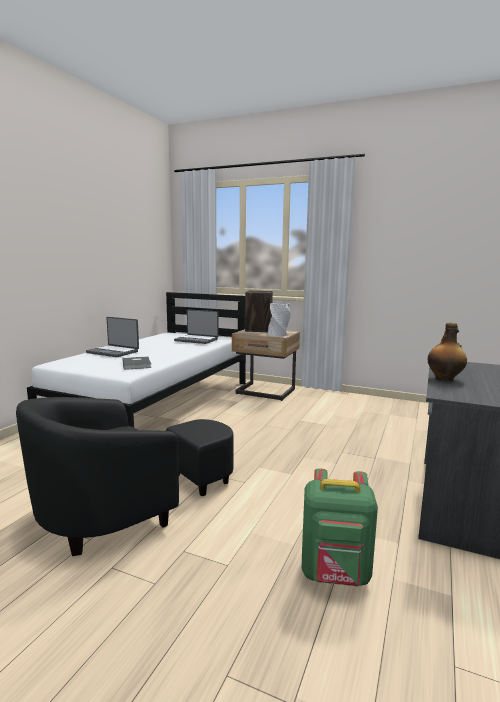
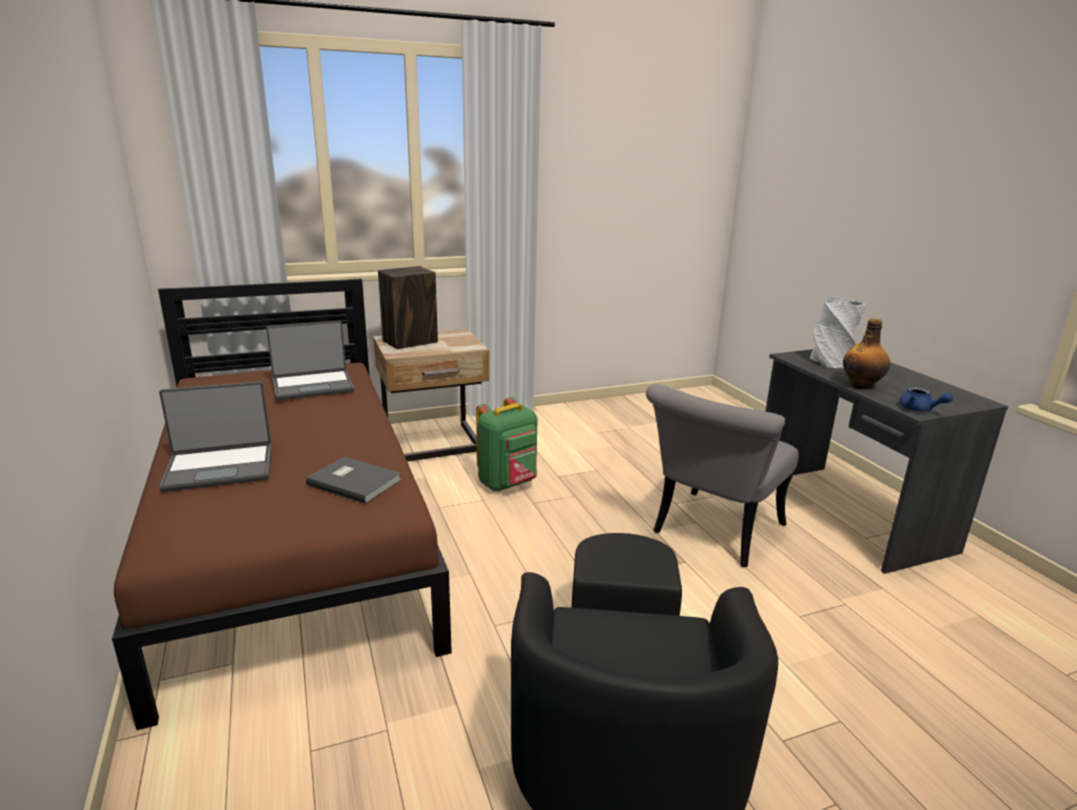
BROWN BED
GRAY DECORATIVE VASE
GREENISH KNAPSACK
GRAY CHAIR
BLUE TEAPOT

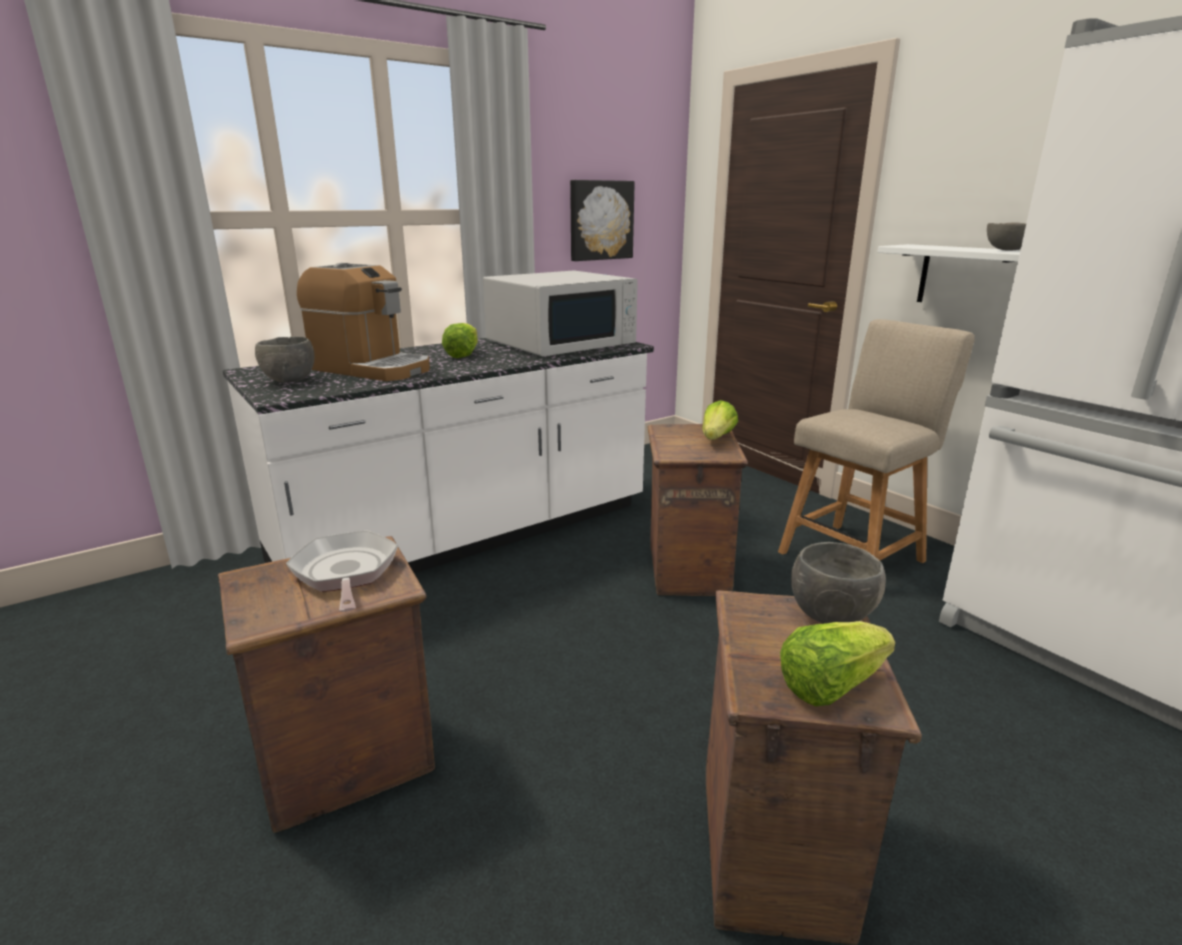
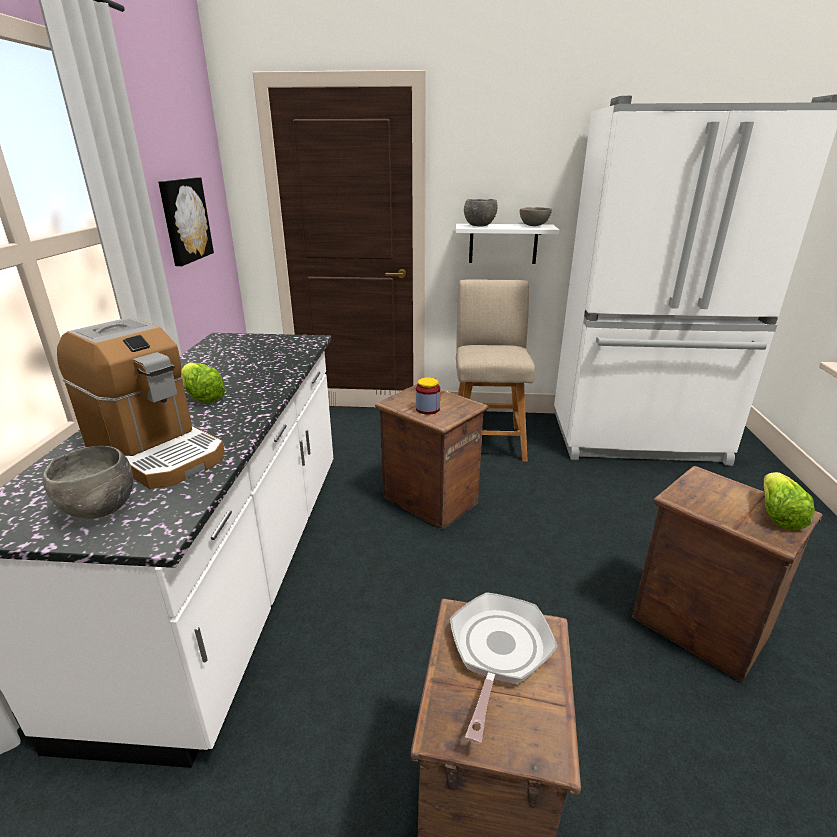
COFFEE MAKER
WHITISH KITCHEN MICROWAVE
LETTUCE (no. 2 from left in the first image)
SKILLET
GRAY SERVING BOWL (no. 2 from left)
PRESERVE JAR

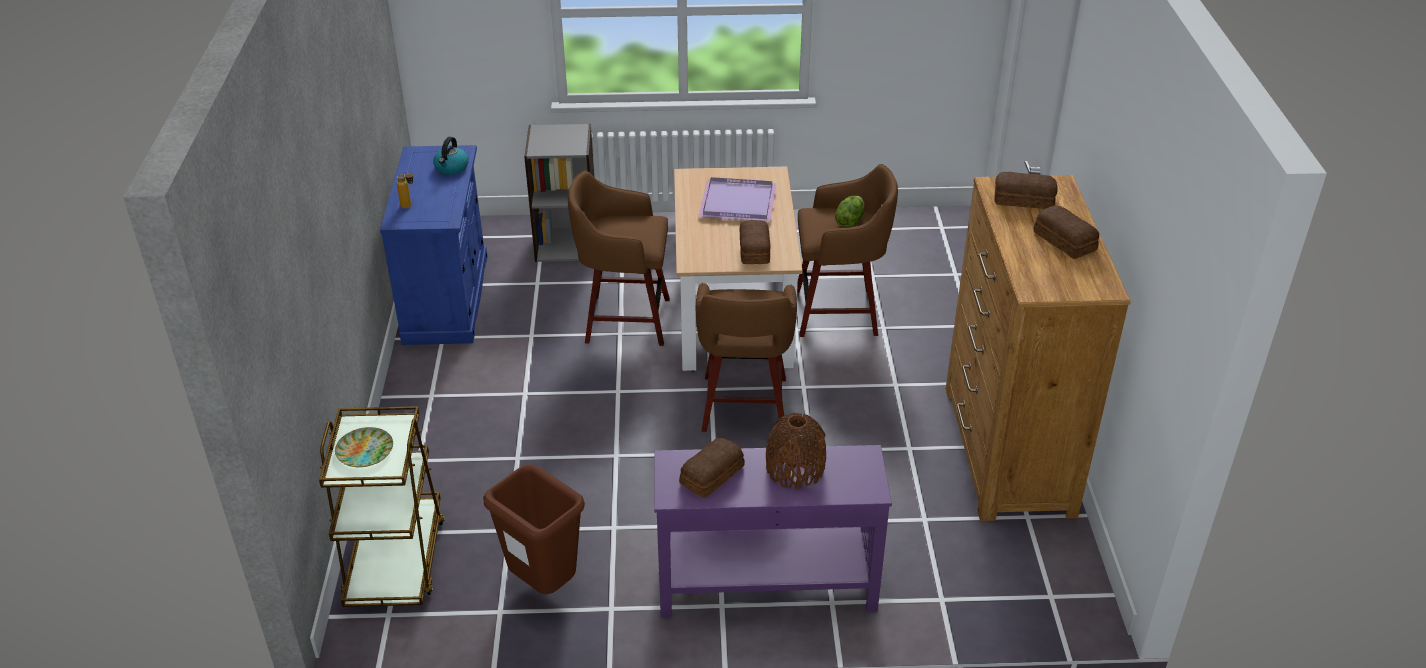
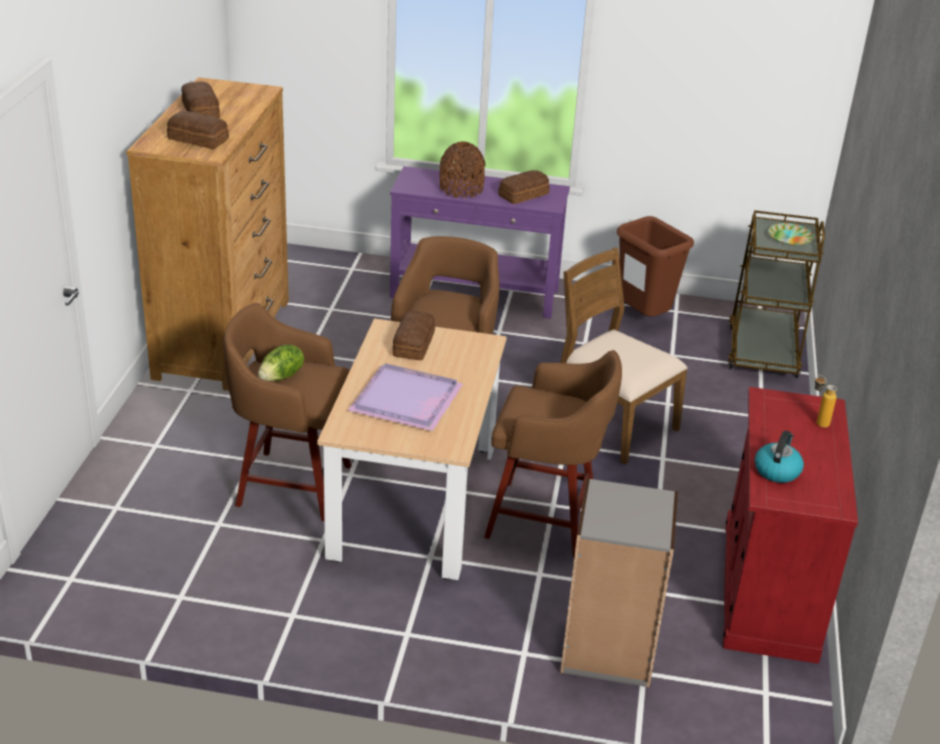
REDDISH CABINET
BROWN CHAIR

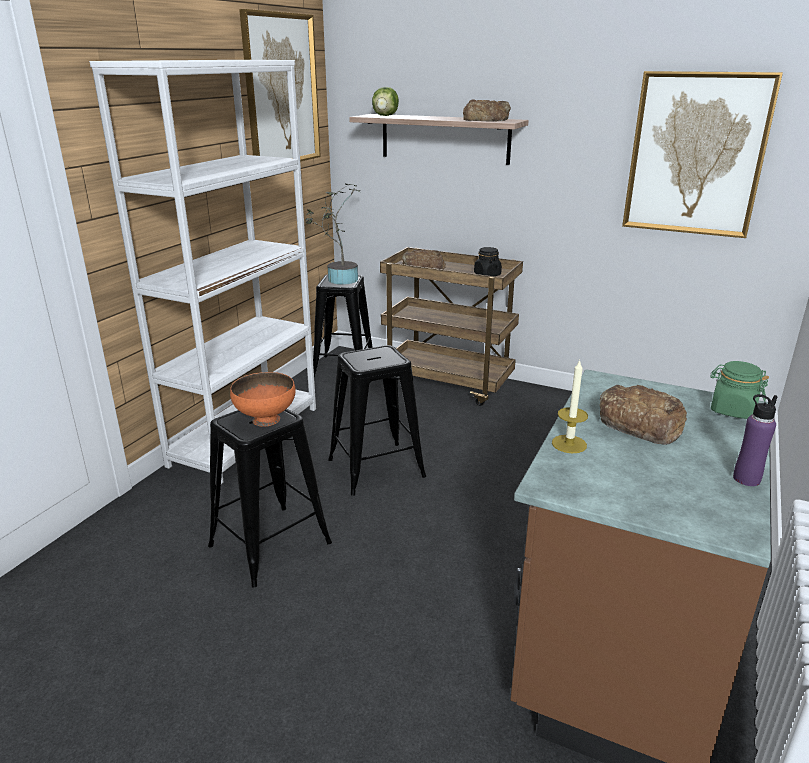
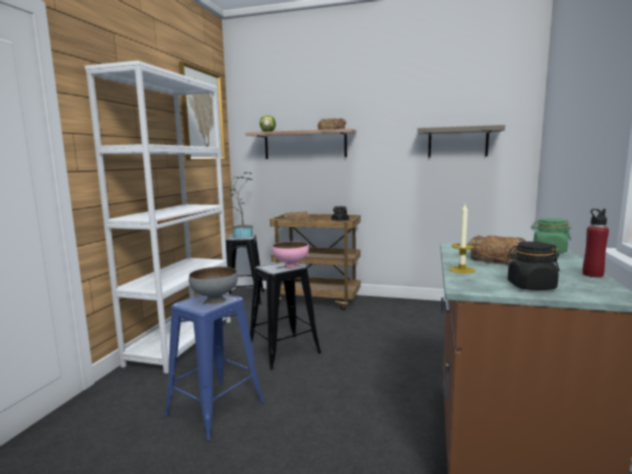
SHELF (no. 2 from left)
GRAY SERVING BOWL
REDDISH DRINK BOTTLE
BLUE SITTING STOOL
PINK-COLOURED SERVING BOWL
BLACK-COLOURED PRESERVE JAR (no. 2 from left)

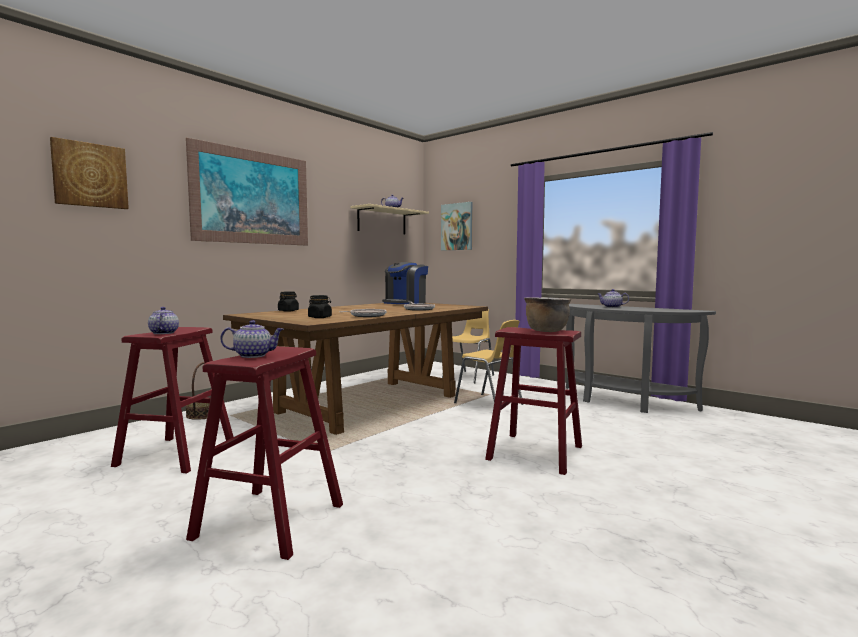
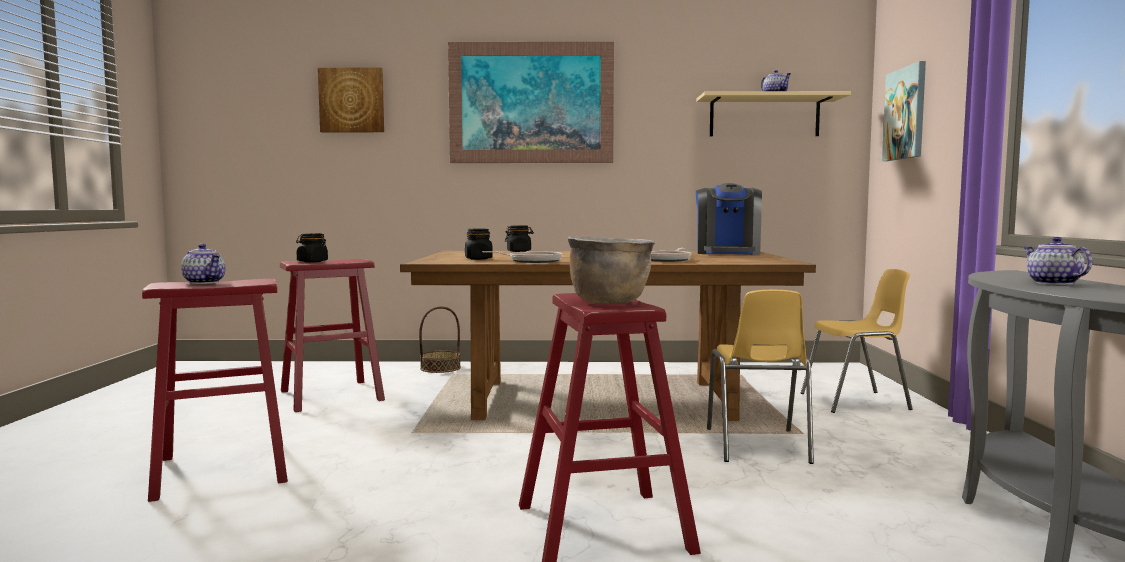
COFFEE MAKER
BLACK-COLOURED PRESERVE JAR (no. 1 from left)

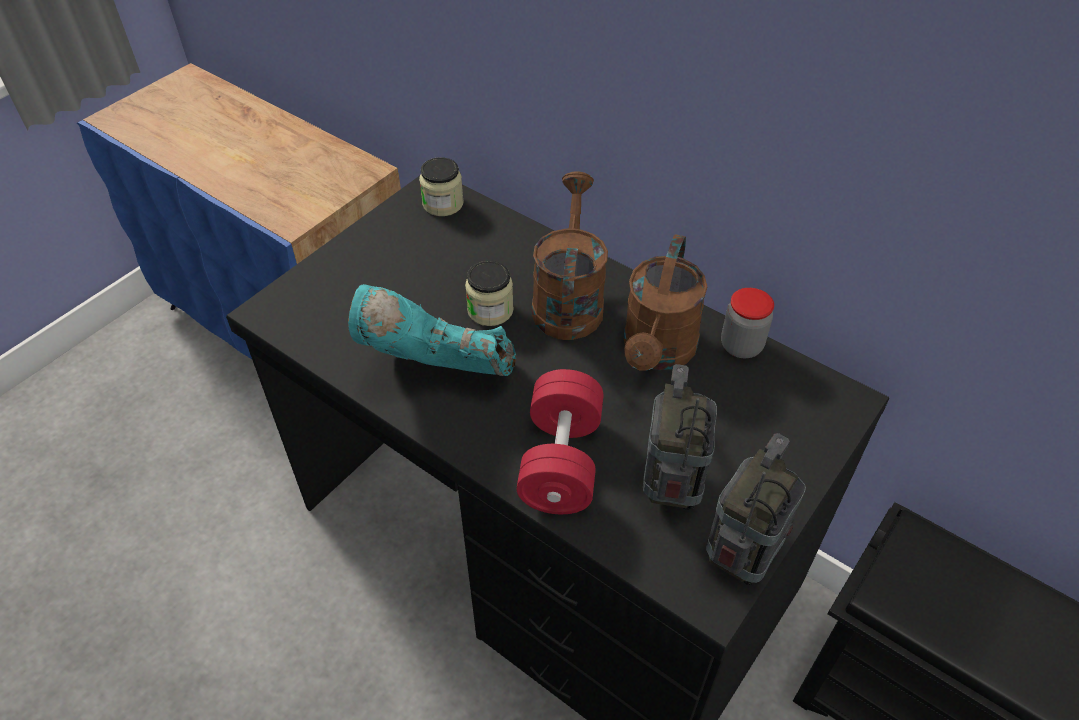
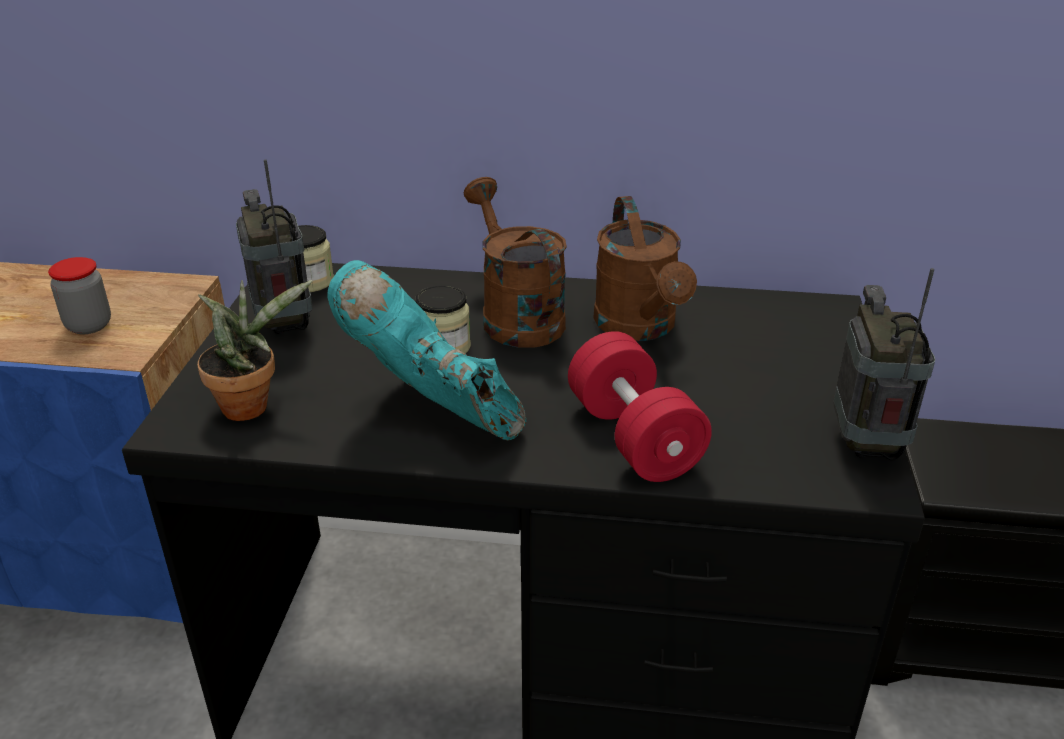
TURQUOISE-COLOURED TALL BOOT
PRESERVE JAR (no. 1 from left)
RADIO SET (no. 1 from left)
HOUSEPLANT

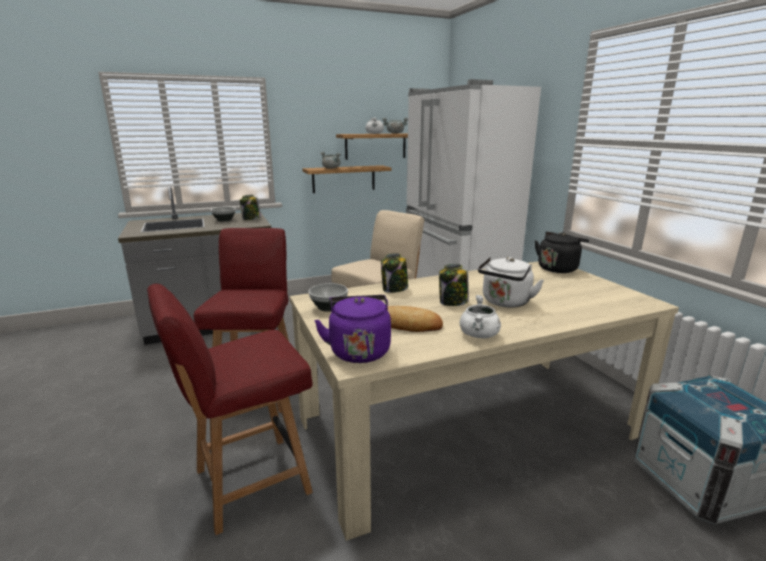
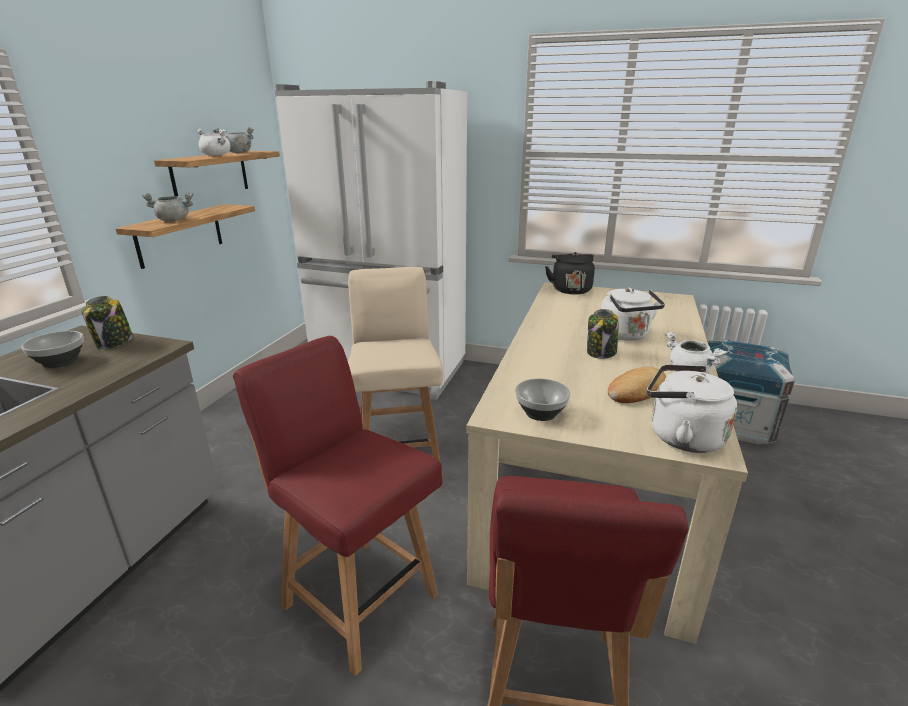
PRESERVE JAR (no. 2 from left in the first image)
WHITISH KETTLE (no. 2 from left)

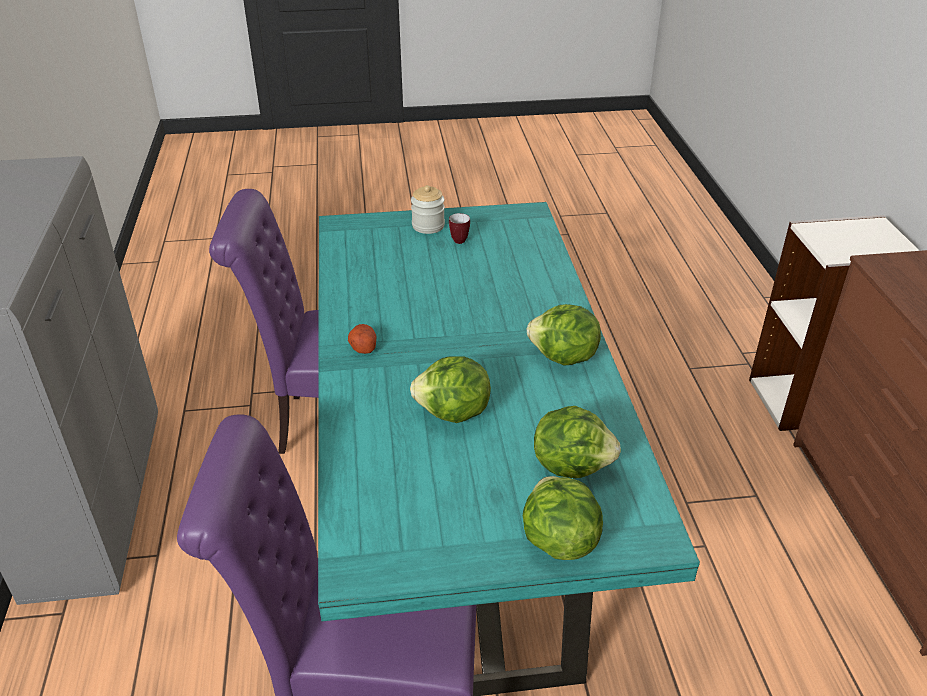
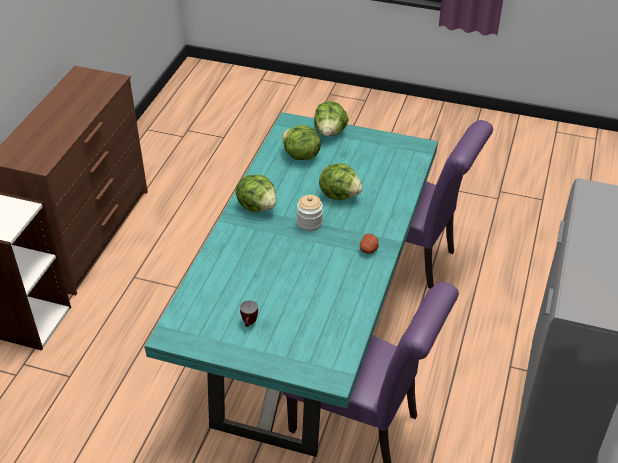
PRESERVE JAR

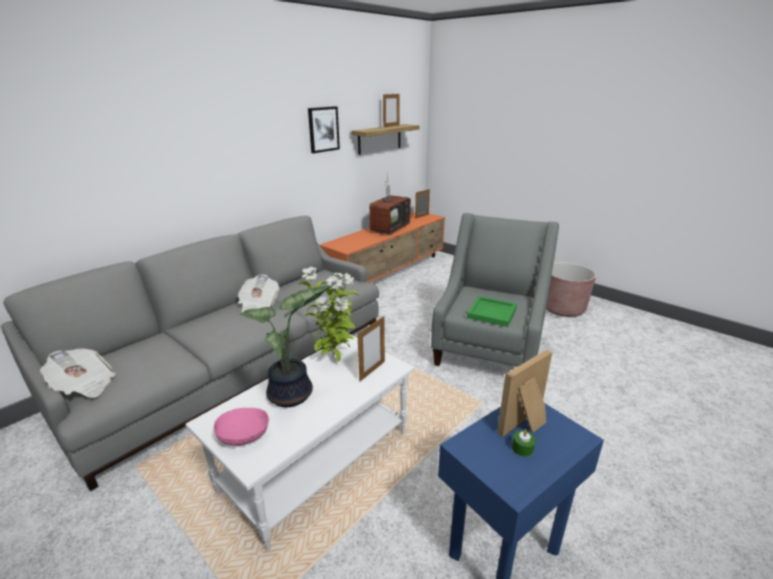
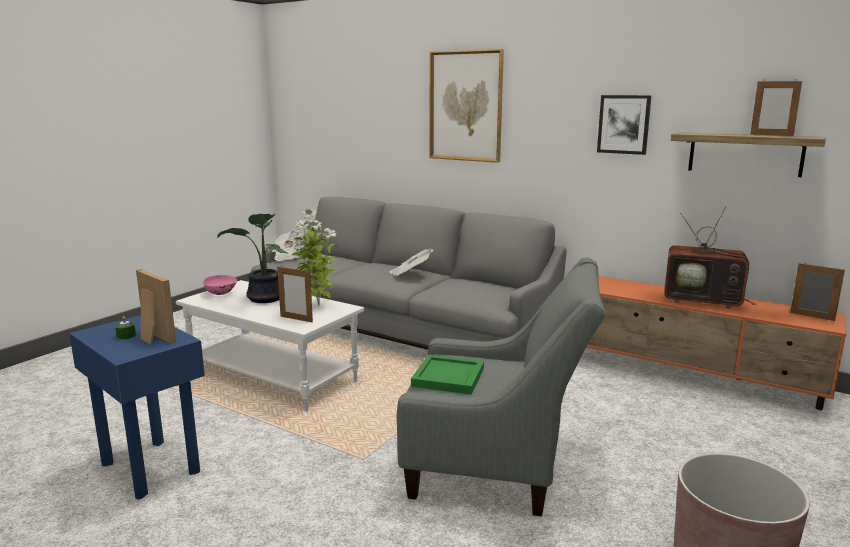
WALL ART (no. 1 from left)

